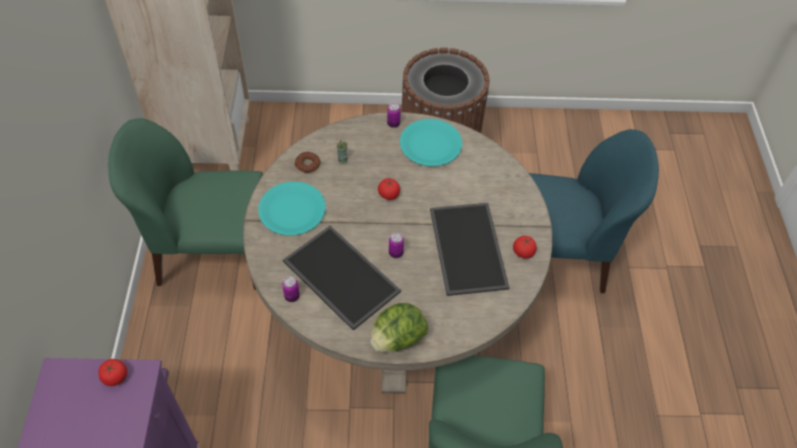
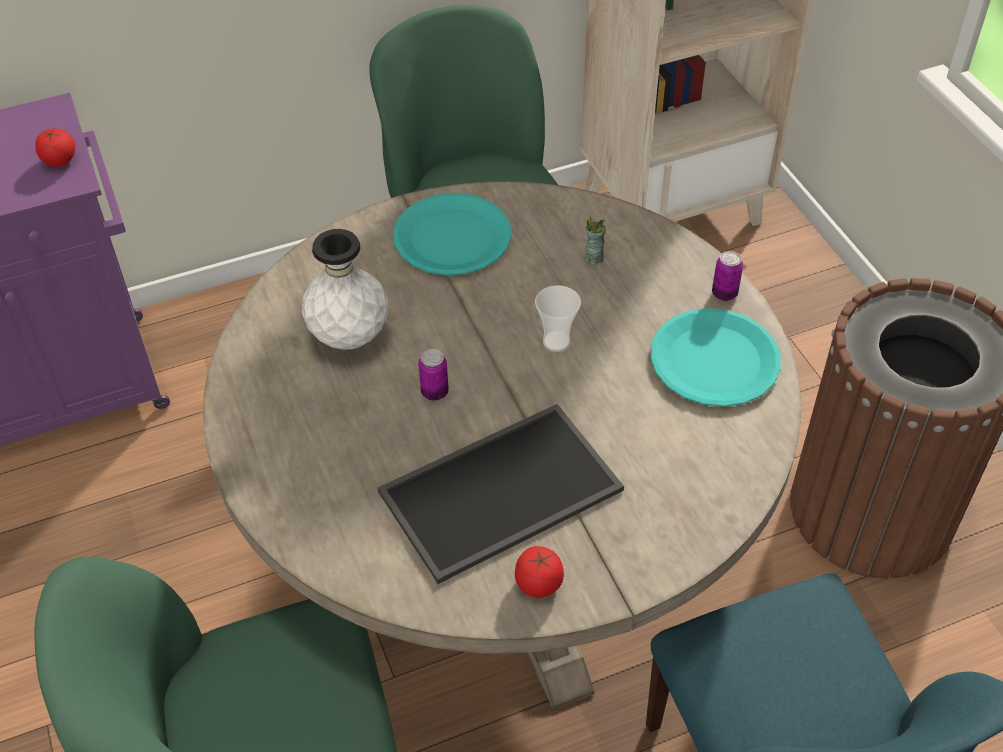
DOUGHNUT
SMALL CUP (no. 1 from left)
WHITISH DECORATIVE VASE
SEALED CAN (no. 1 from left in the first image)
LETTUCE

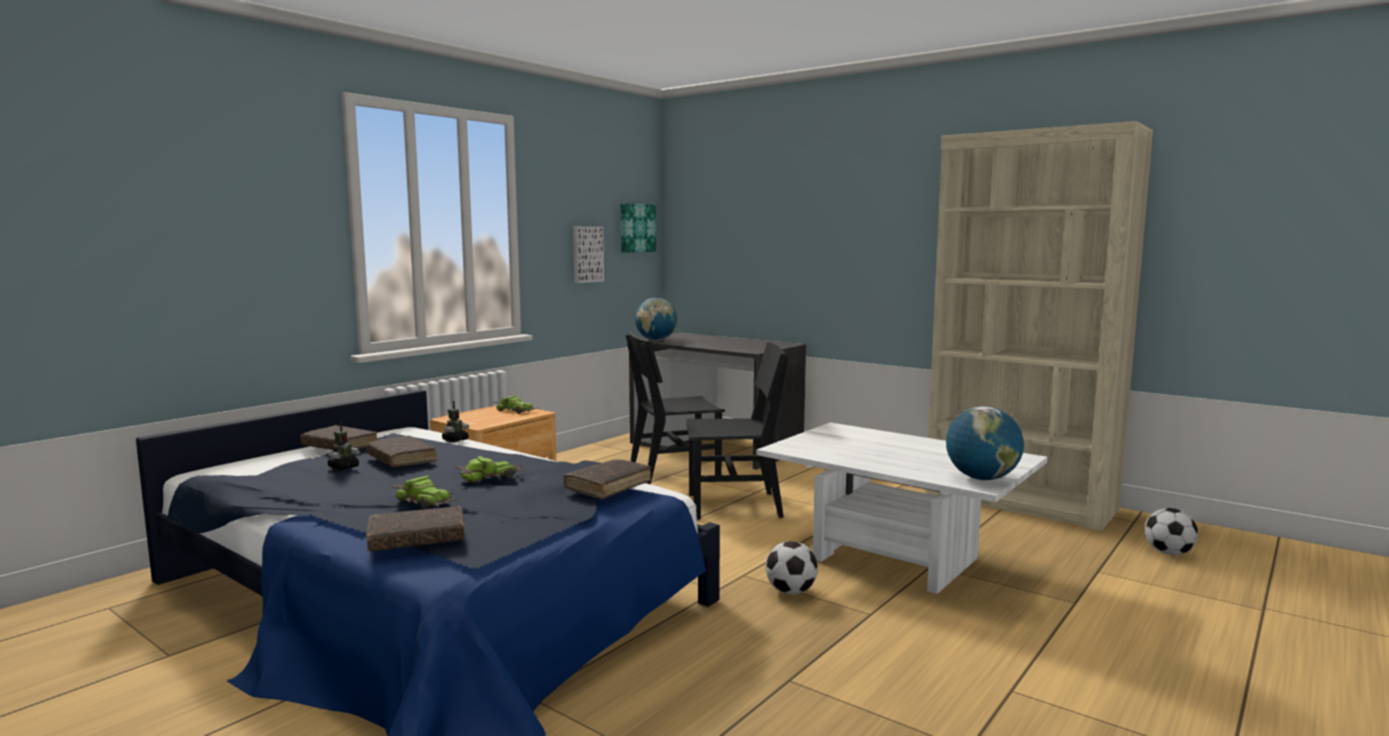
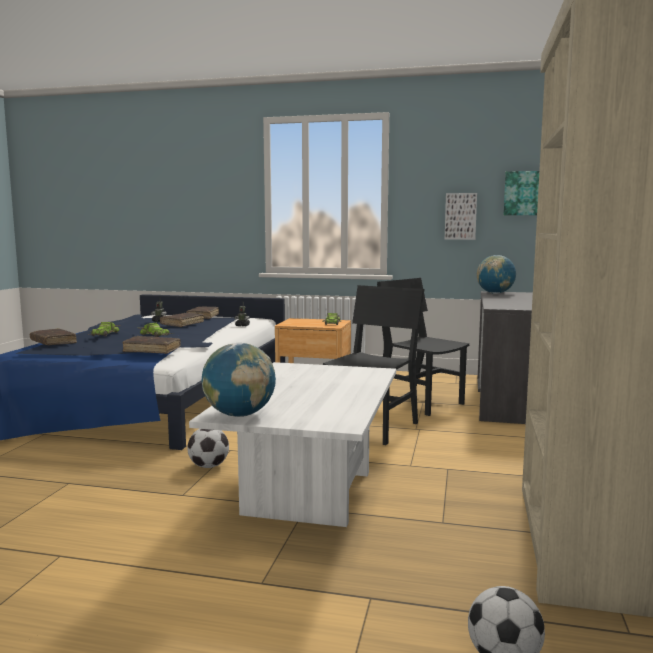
BLACK-COLOURED CHAIR (no. 1 from left)

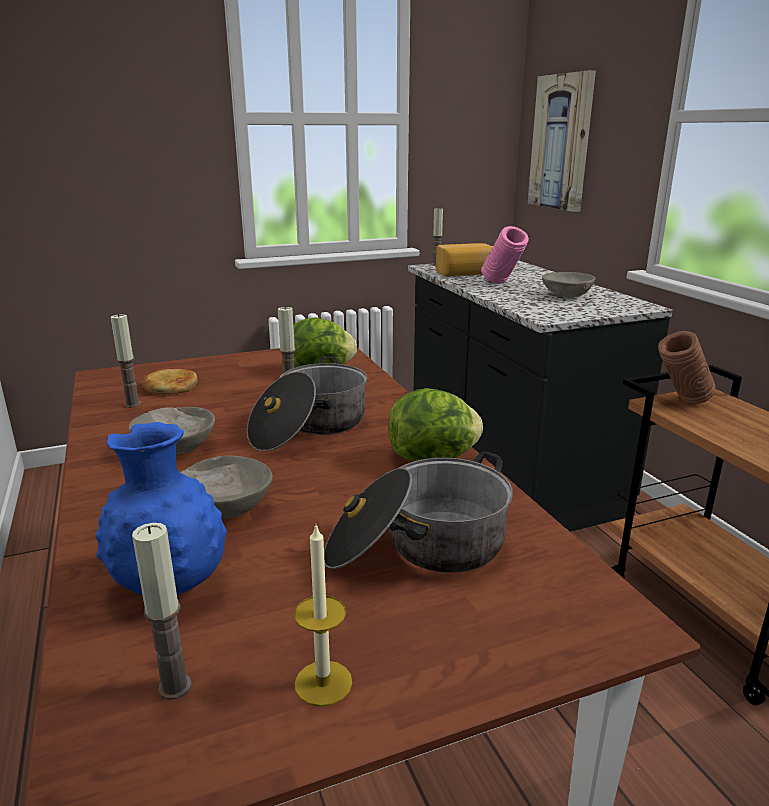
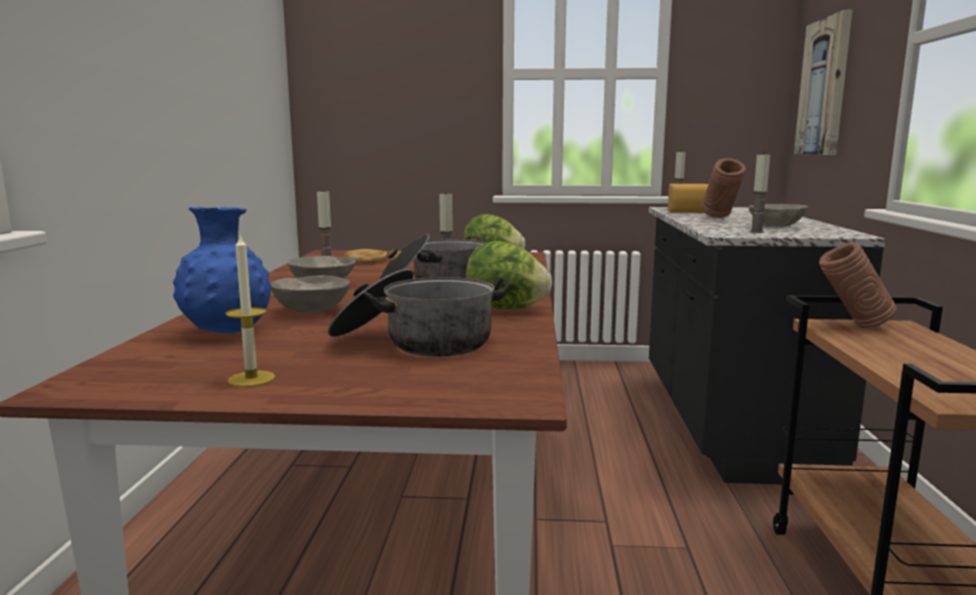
BROWN DECORATIVE VASE (no. 1 from left)
WAX LIGHT (no. 5 from left)

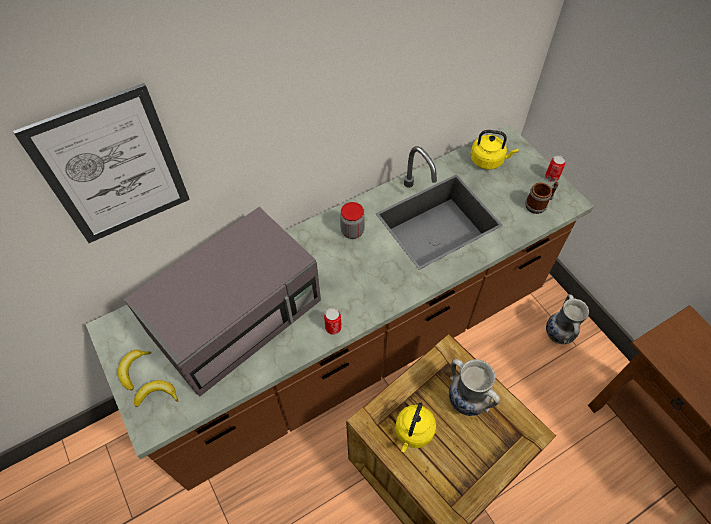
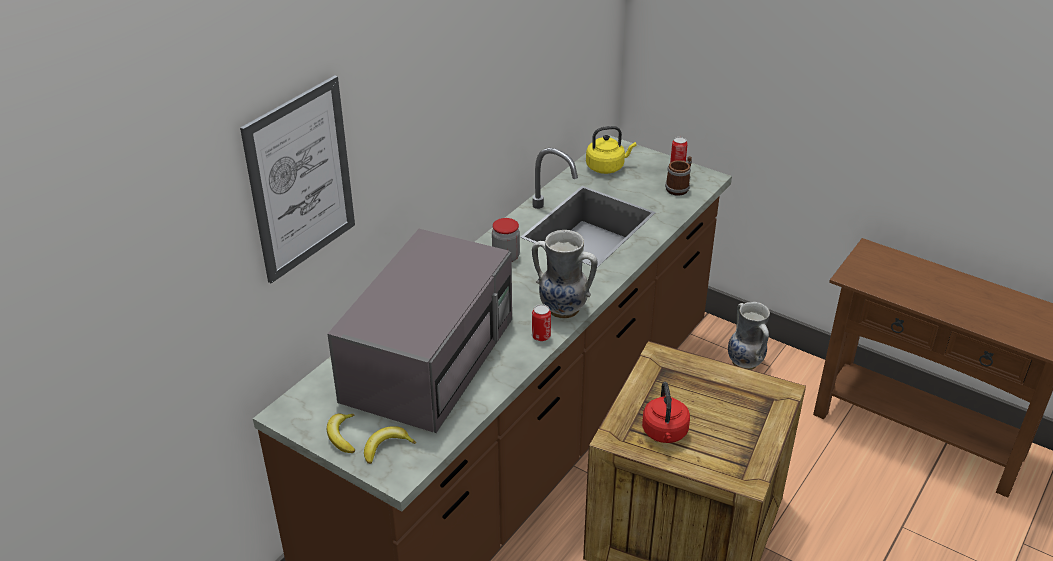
DECORATIVE VASE (no. 1 from left)
REDDISH KETTLE

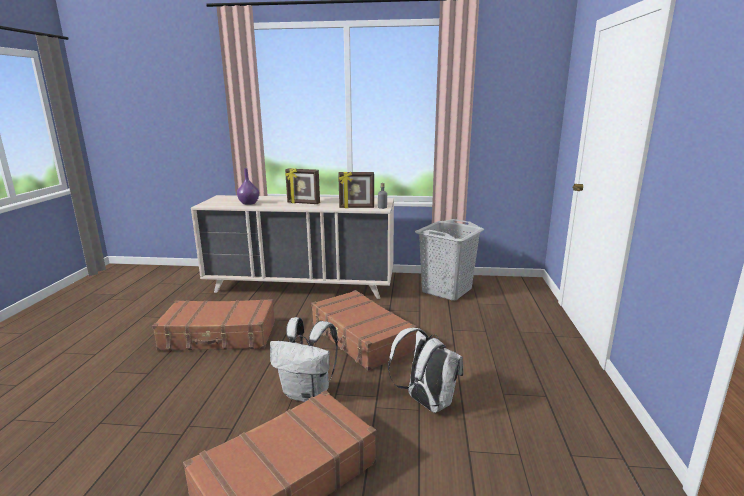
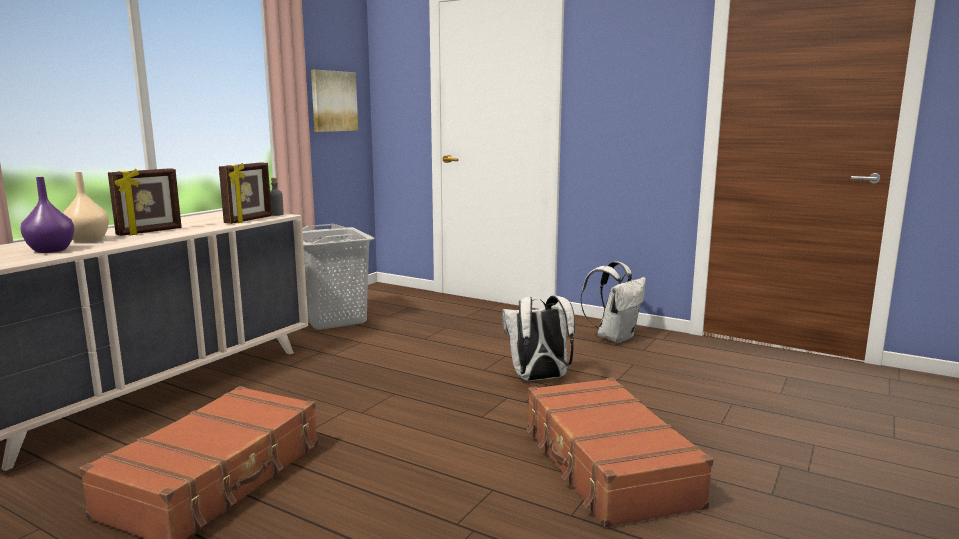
BROWN SUITCASE (no. 3 from left in the first image)
WHITISH KNAPSACK (no. 2 from left)
WALL ART
BEIGE DECORATIVE VASE

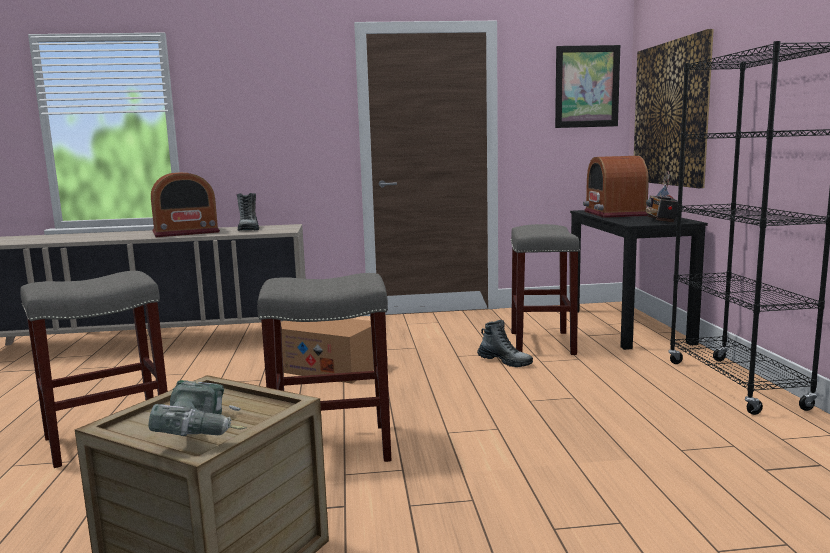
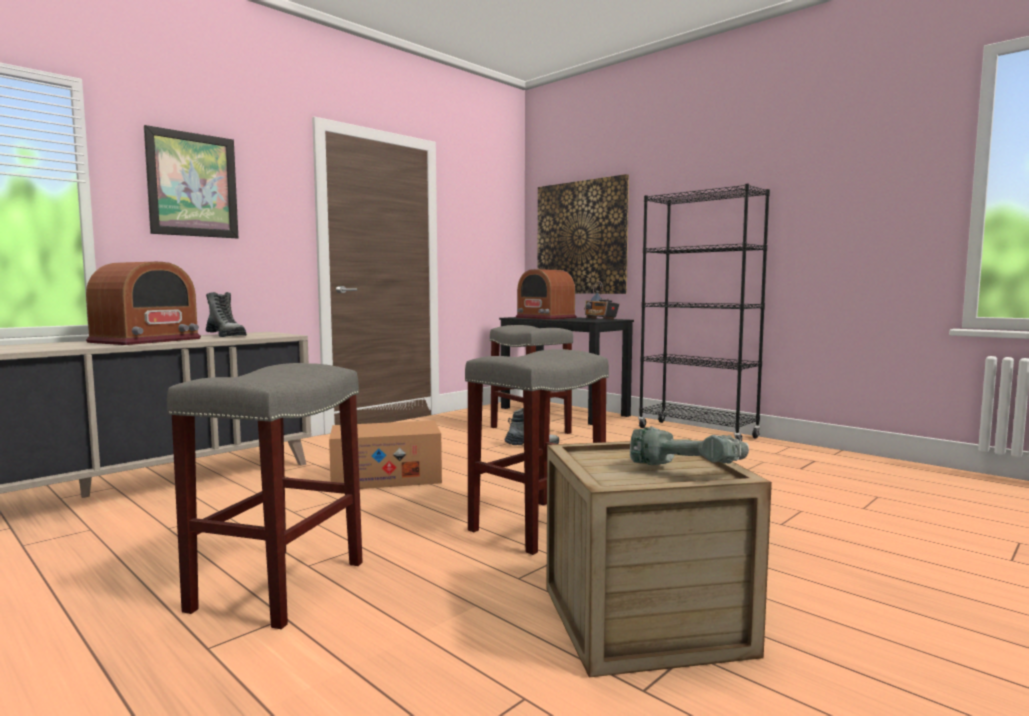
WALL ART (no. 1 from left)

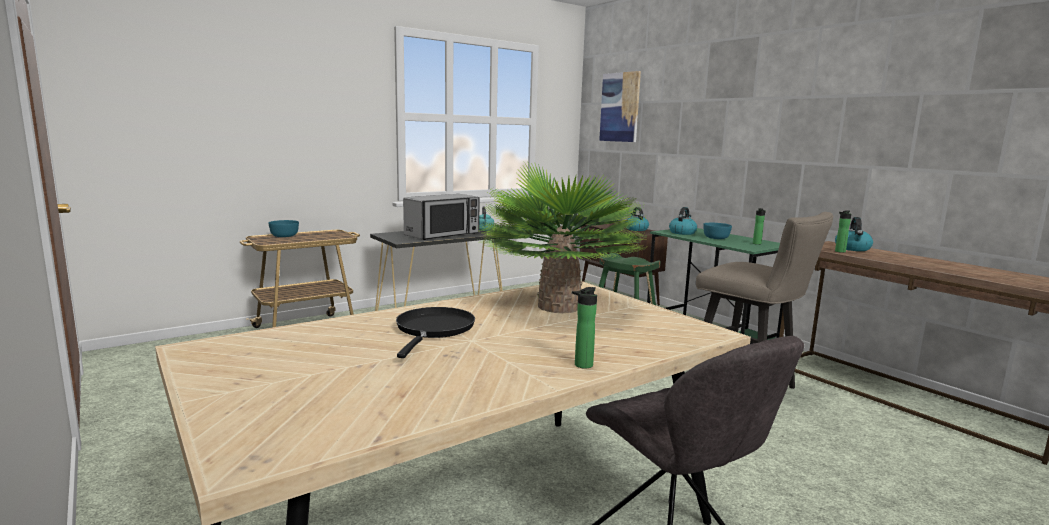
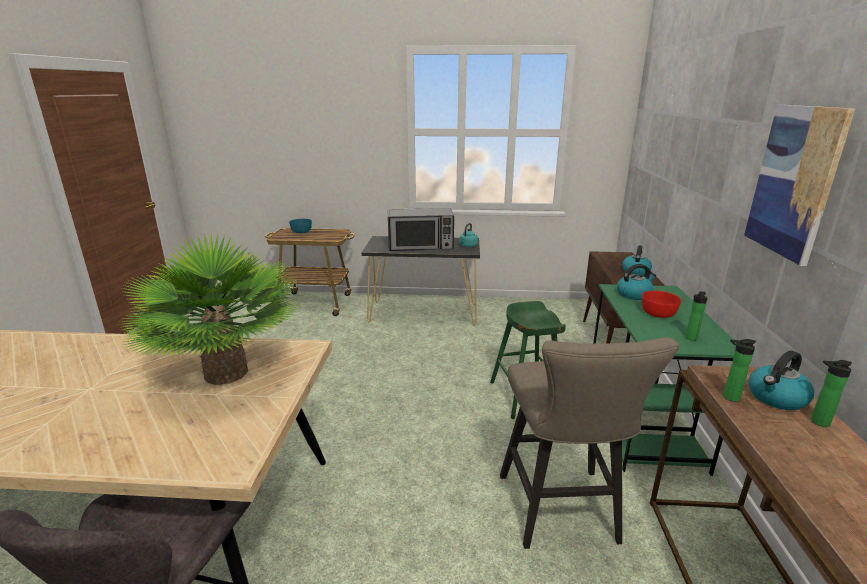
WALL ART
REDDISH SERVING BOWL
DRINK BOTTLE (no. 3 from left)
BLACK-COLOURED SKILLET

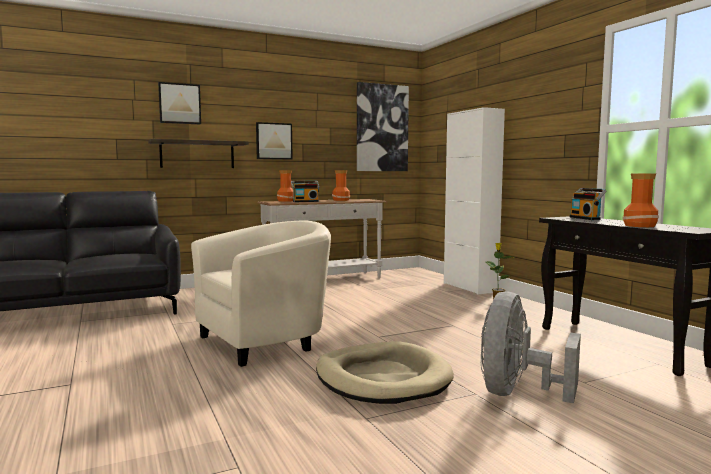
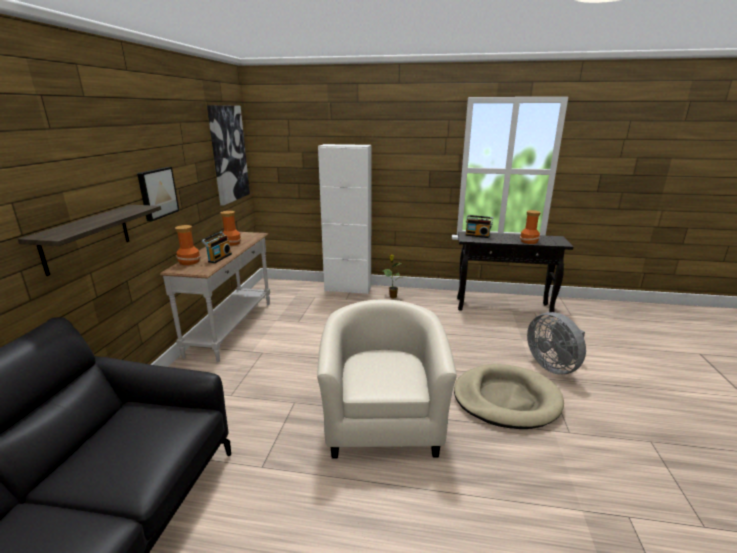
WALL ART (no. 1 from left in the first image)

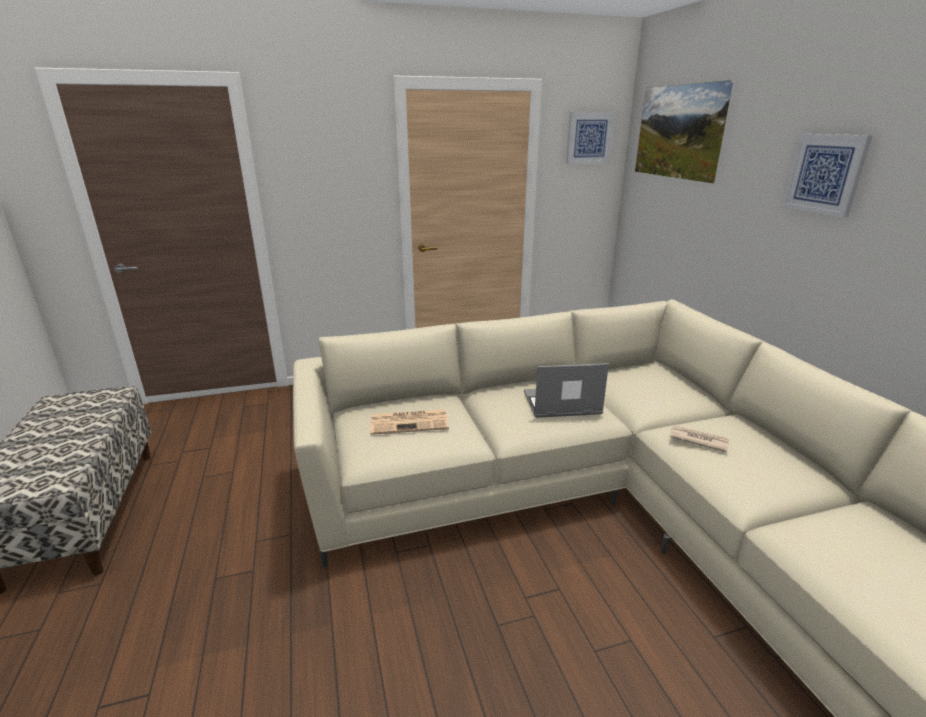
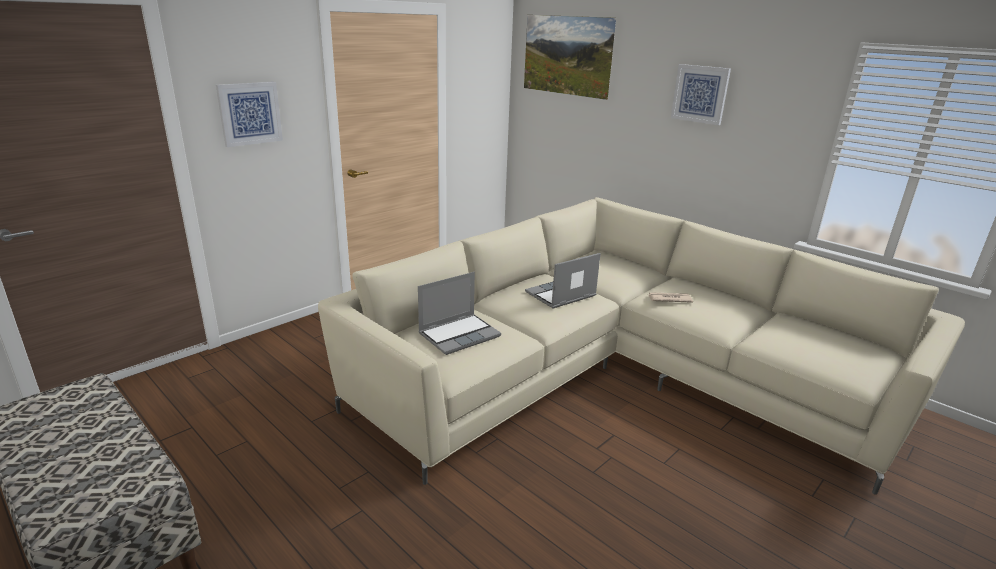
WALL ART (no. 1 from left)
NOTEBOOK COMPUTER (no. 1 from left)

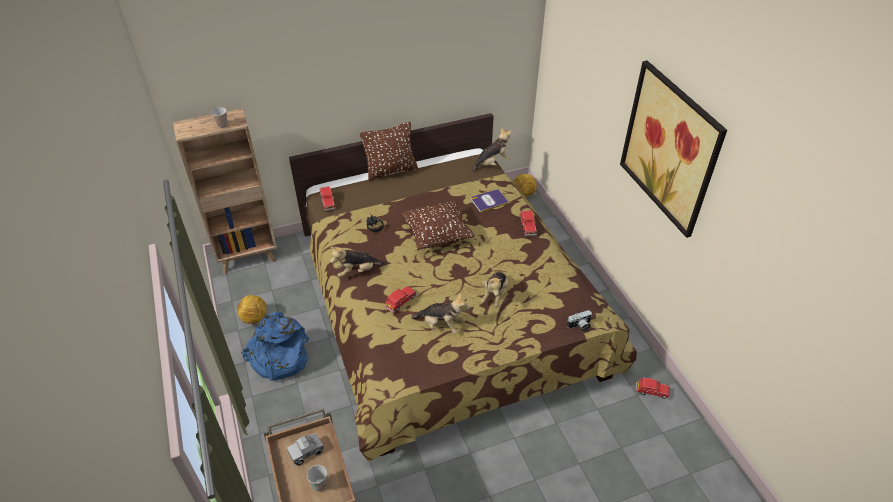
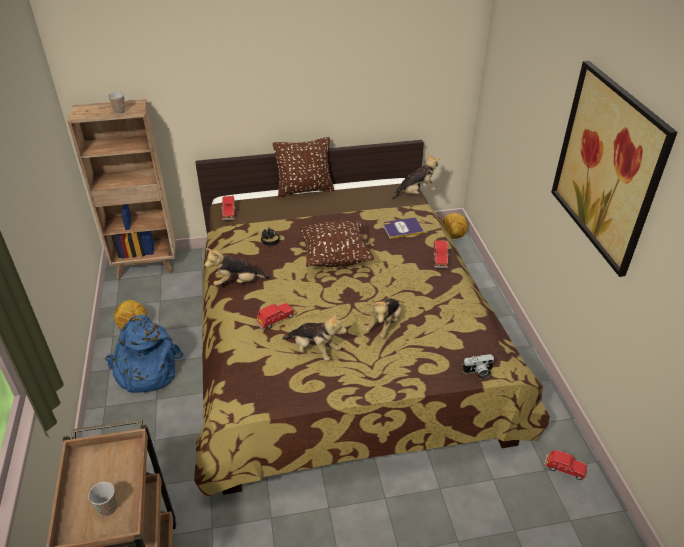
MODEL TRUCK

